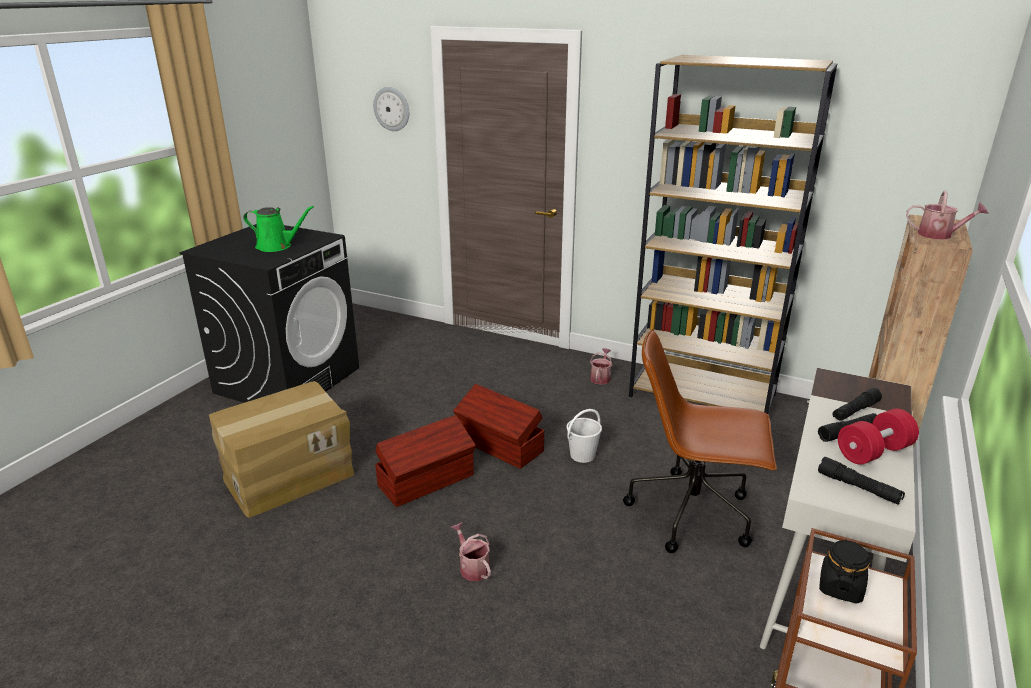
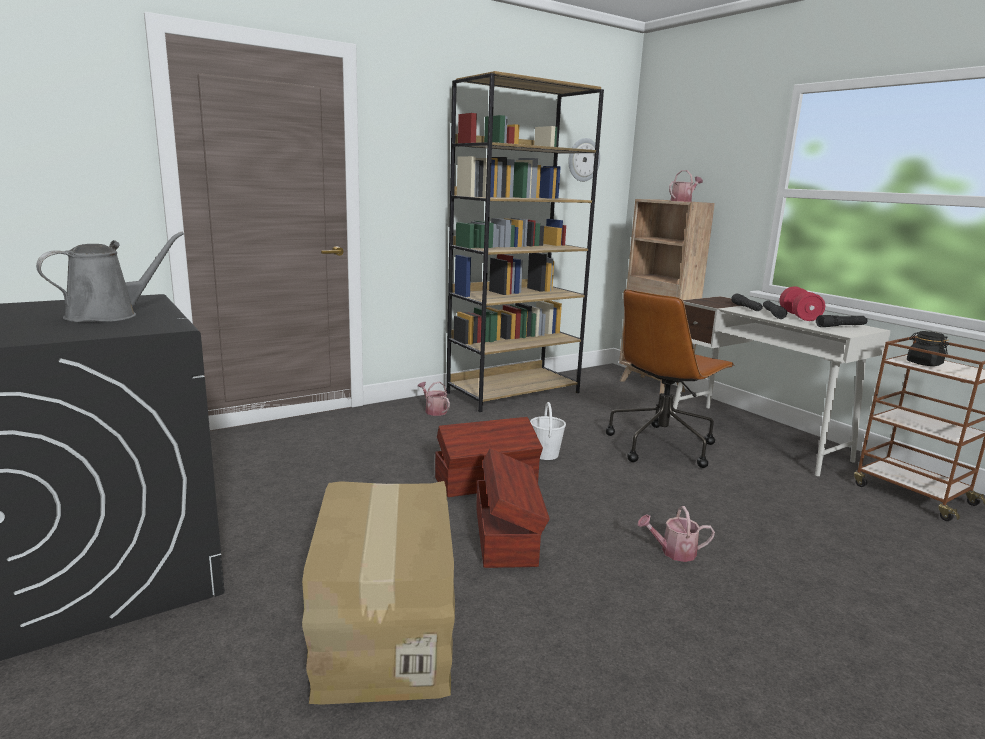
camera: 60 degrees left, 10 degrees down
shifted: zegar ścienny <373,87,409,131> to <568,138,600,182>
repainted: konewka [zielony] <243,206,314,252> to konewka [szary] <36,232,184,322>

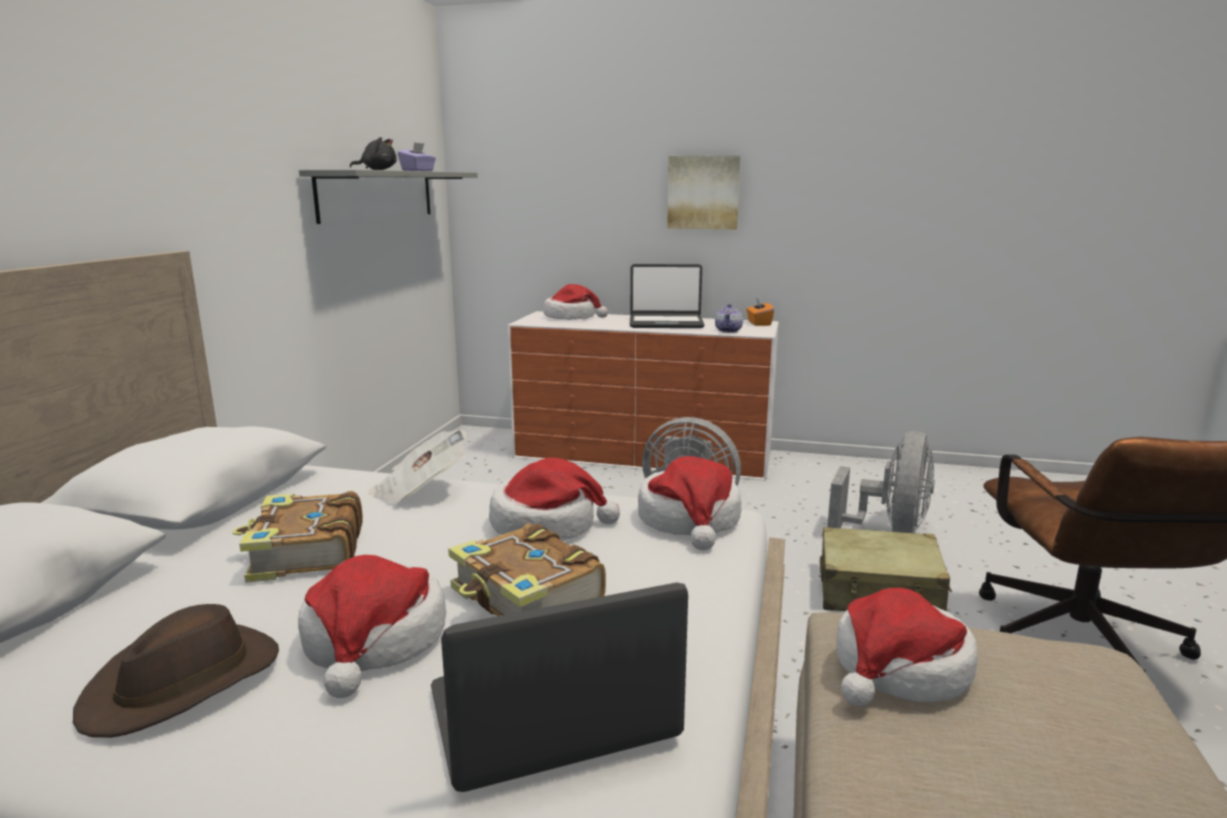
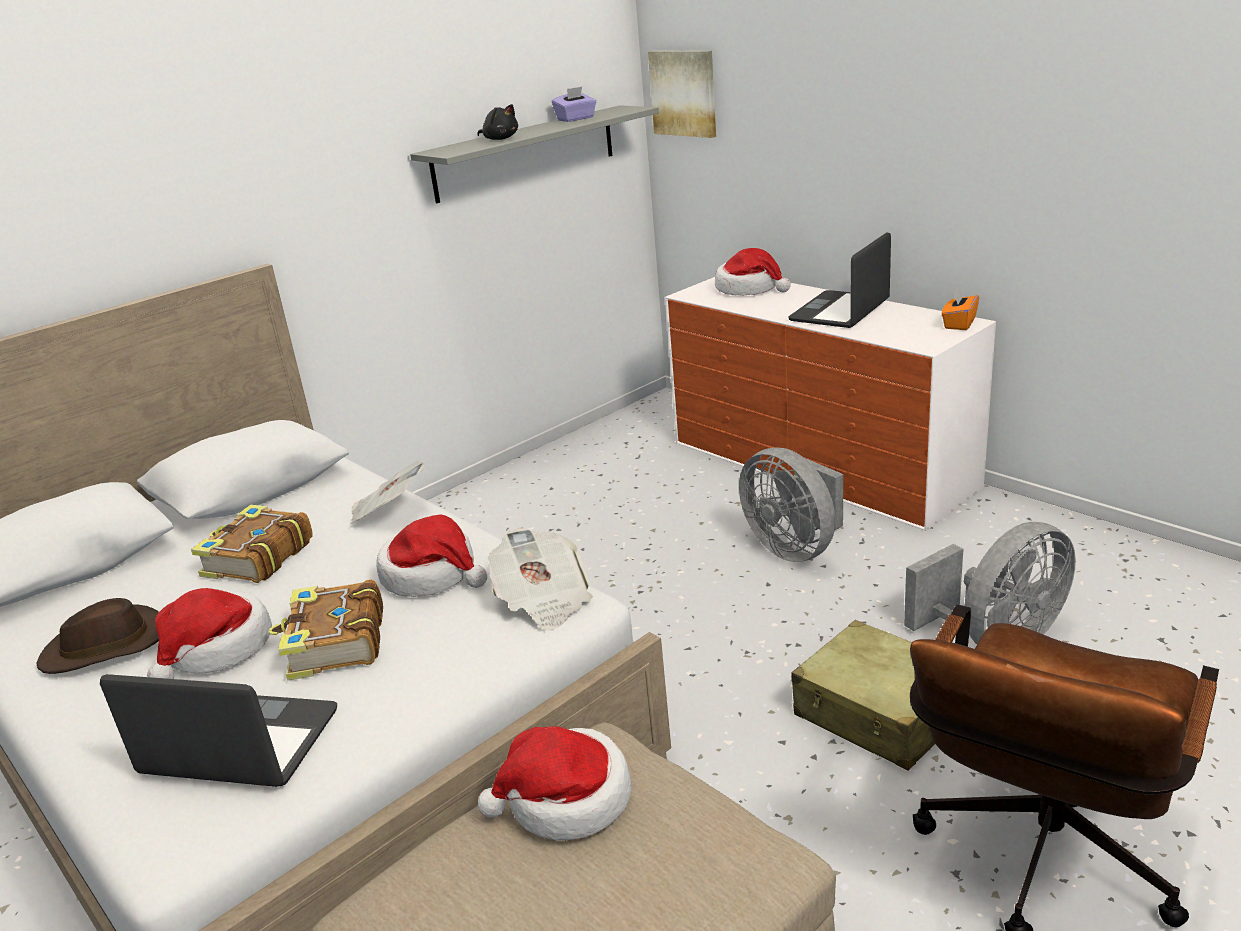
camera: 35 degrees right, 10 degrees up
gone: imbryk <715,304,743,333>
shifted: obraz <667,155,740,229> to <648,51,716,138>
swapped: kapelusz <638,456,741,550> to gazeta <488,528,593,631>
rotated: laptop <630,264,705,328> = <788,232,891,328> 90 degrees clockwise

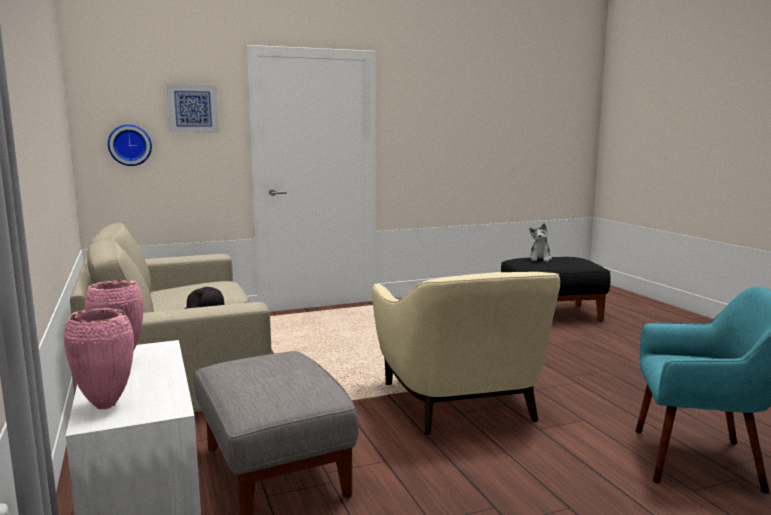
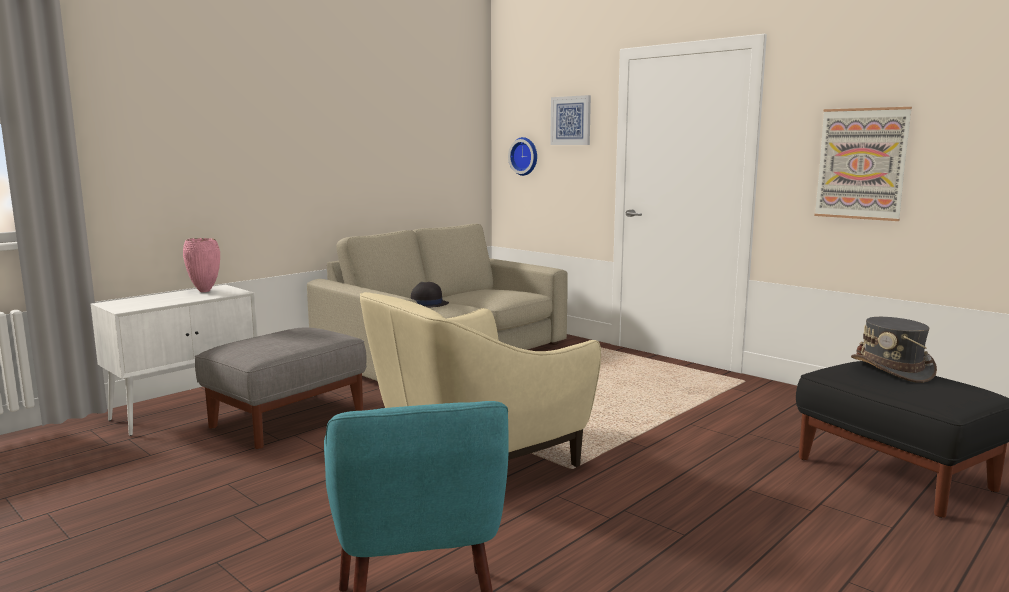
camera: 65 degrees right, 0 degrees up
gone: wazon [różowy] <64,308,134,409>
new: obraz <814,107,912,221>
swapped: pluszak <528,223,552,262> to kapelusz [szary] <851,317,937,383>

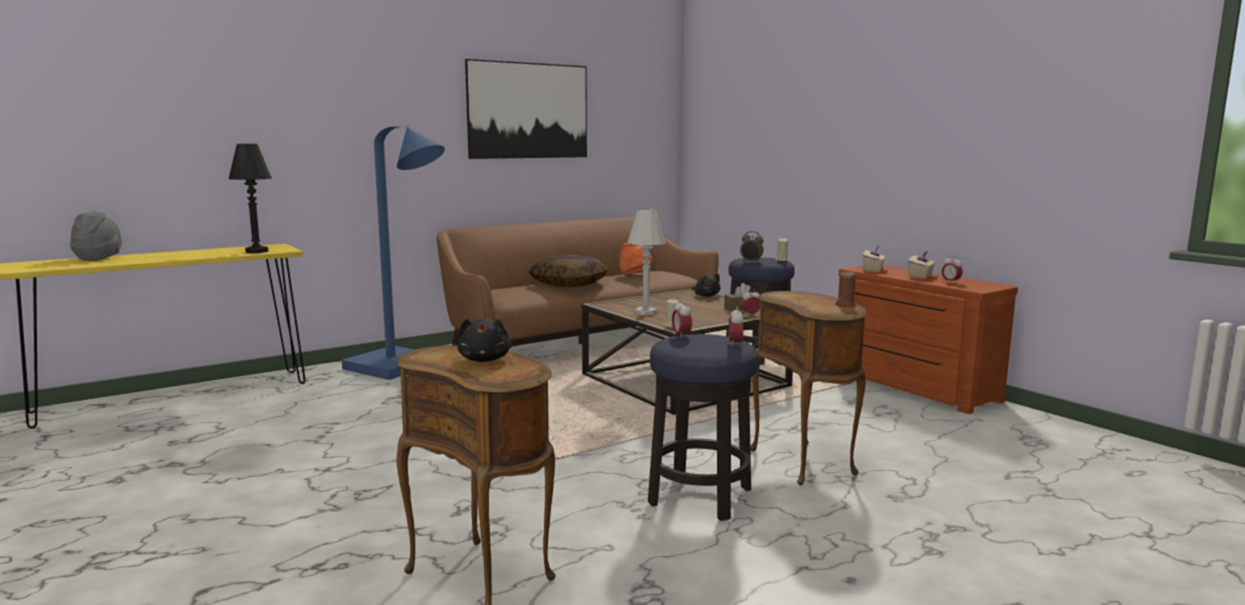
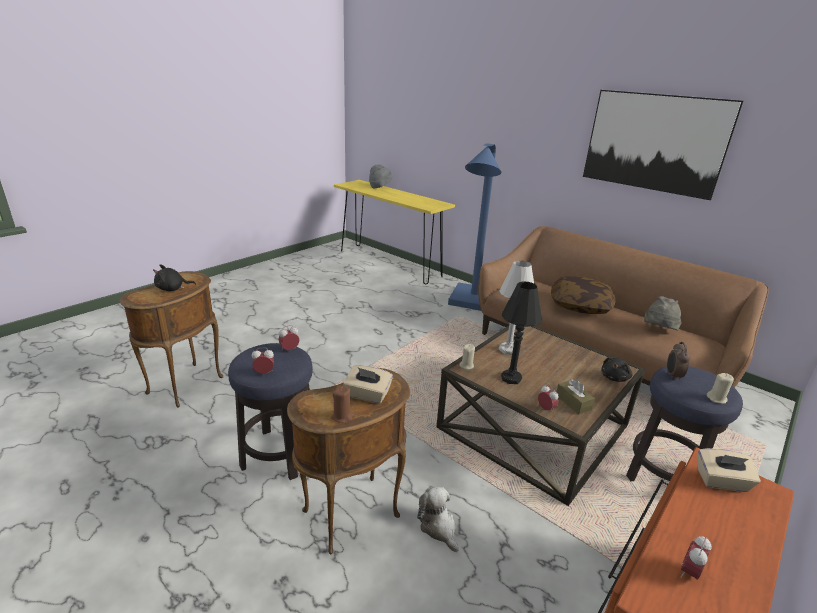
camera: 75 degrees right, 15 degrees up
new: pluszak <417,487,459,552>
shifted: lampa stołowa [czarny] <229,144,272,253> to <501,281,543,384>; pudełko chusteczek [beżowy] <908,251,935,279> to <344,365,393,404>
repainted: kapelusz [pomarańczowy] <619,243,653,275> to kapelusz [szary] <644,296,682,330>

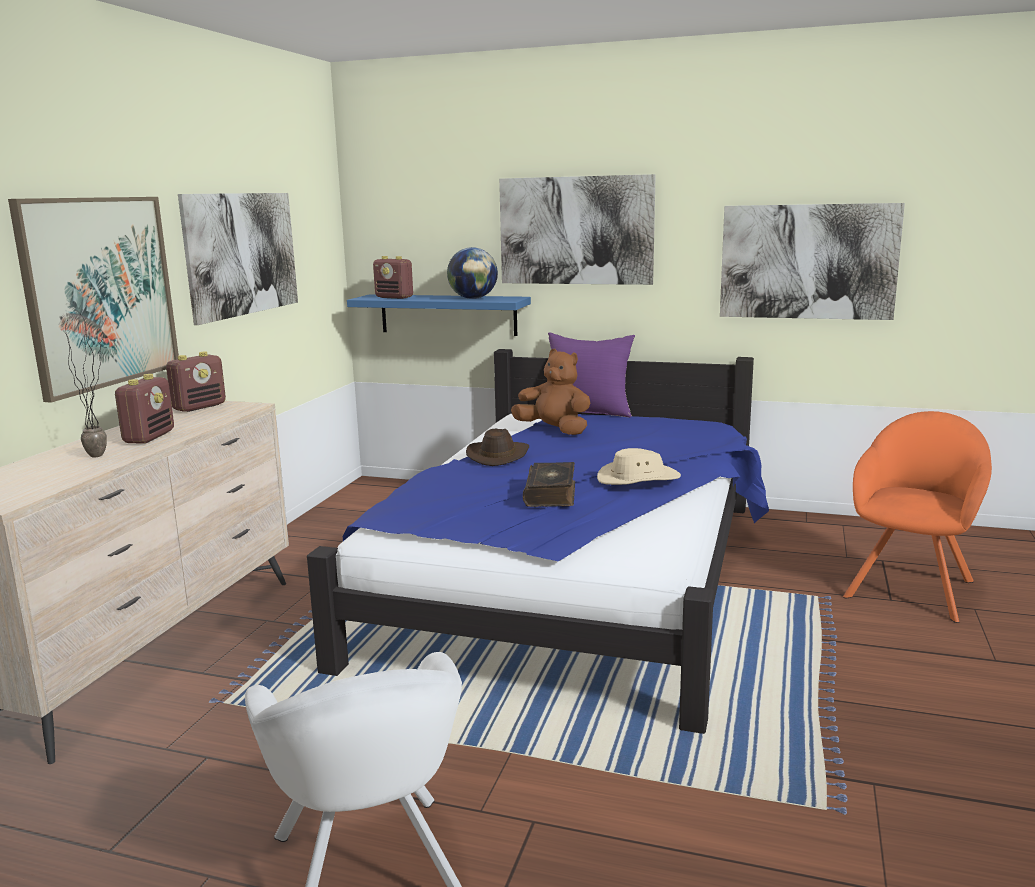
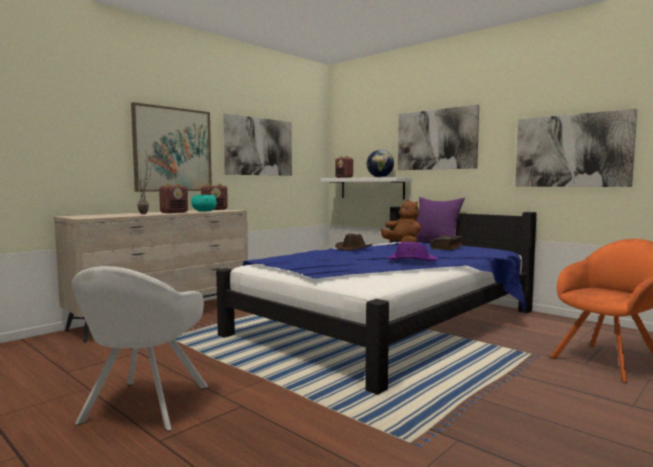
camera: 25 degrees right, 10 degrees down
new: miska [turkusowy] <191,195,217,212>
shifted: książka <523,462,575,507> to <430,236,463,250>
repainted: półka [niebieski] <347,294,531,336> to półka [biały] <321,177,412,200>; kapelusz [beżowy] <597,448,681,485> to kapelusz [fioletowy] <387,242,439,261>

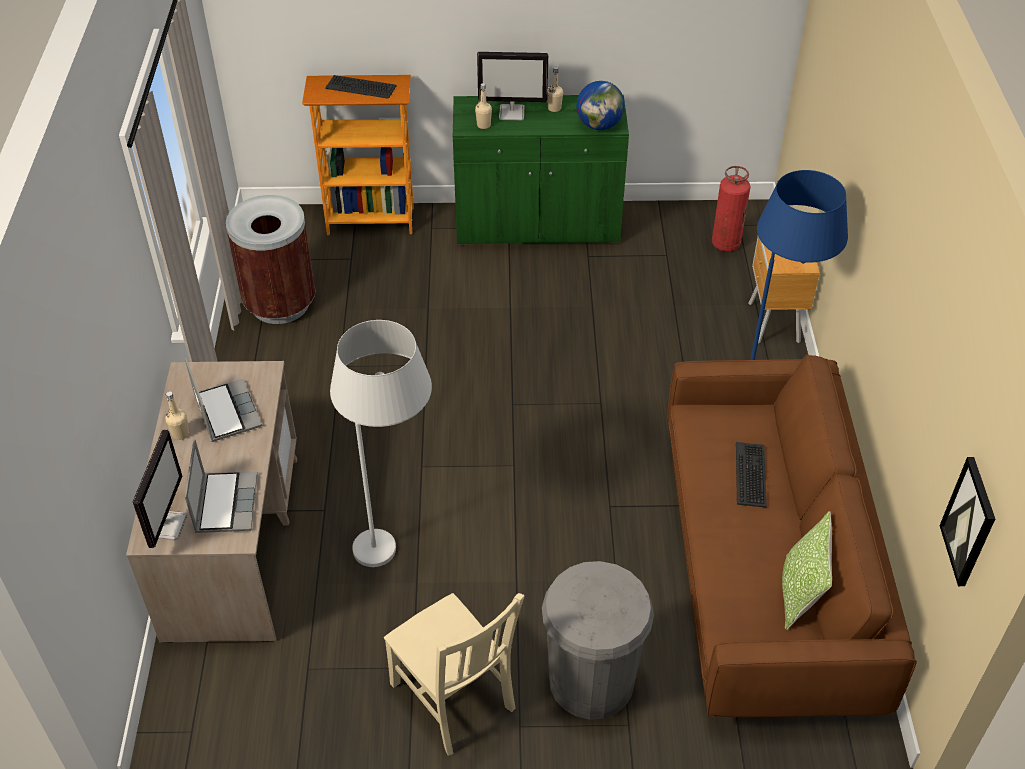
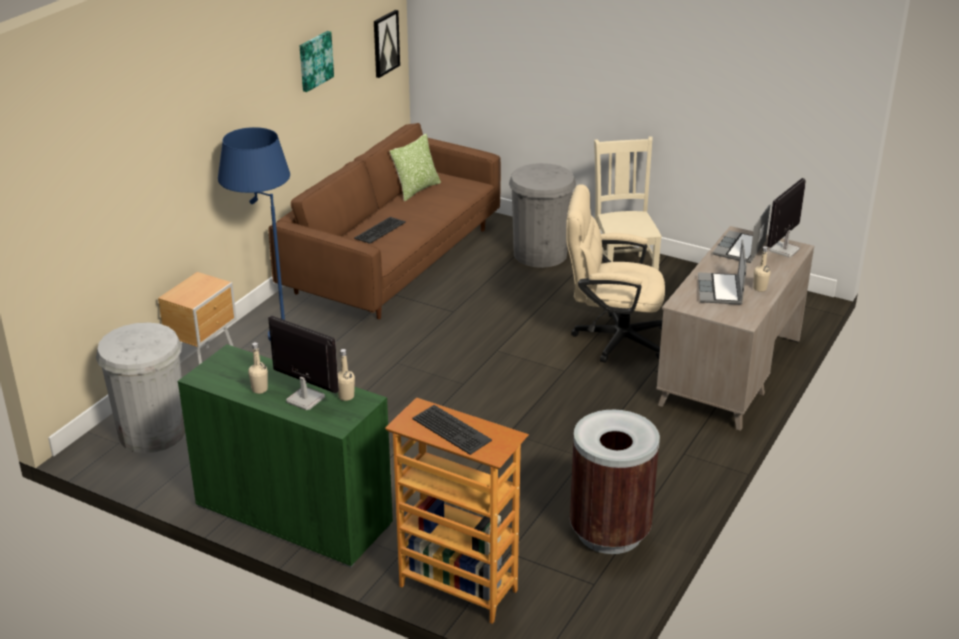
camera: 150 degrees left, 15 degrees down
gone: globus <576,81,625,130>
new: obraz <299,31,334,92>
swapped: lampa stojąca [biały] <330,320,432,567> to krzesło biurowe [beżowy] <566,184,665,363>; gaśnica <712,166,751,252> to kosz na śmieci [biały] <96,322,186,453>

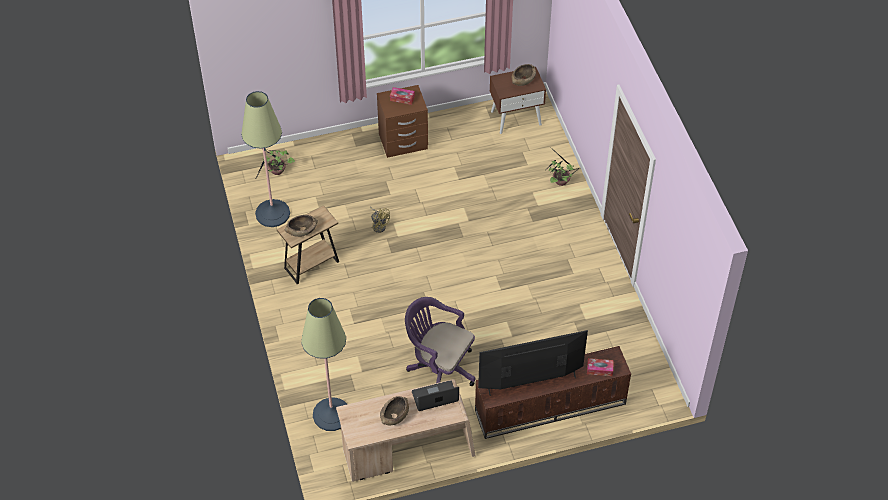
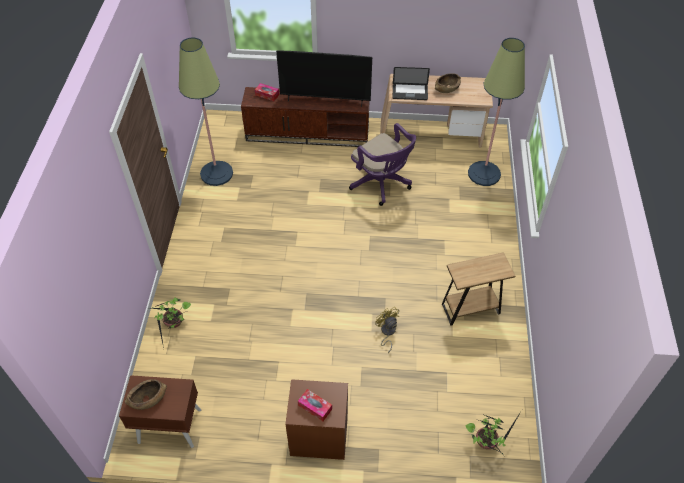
camera: 160 degrees left, 0 degrees up
gone: miska [brązowy] <285,215,318,237>
shifted: lampa stojąca <241,91,290,227> to <179,37,233,186>

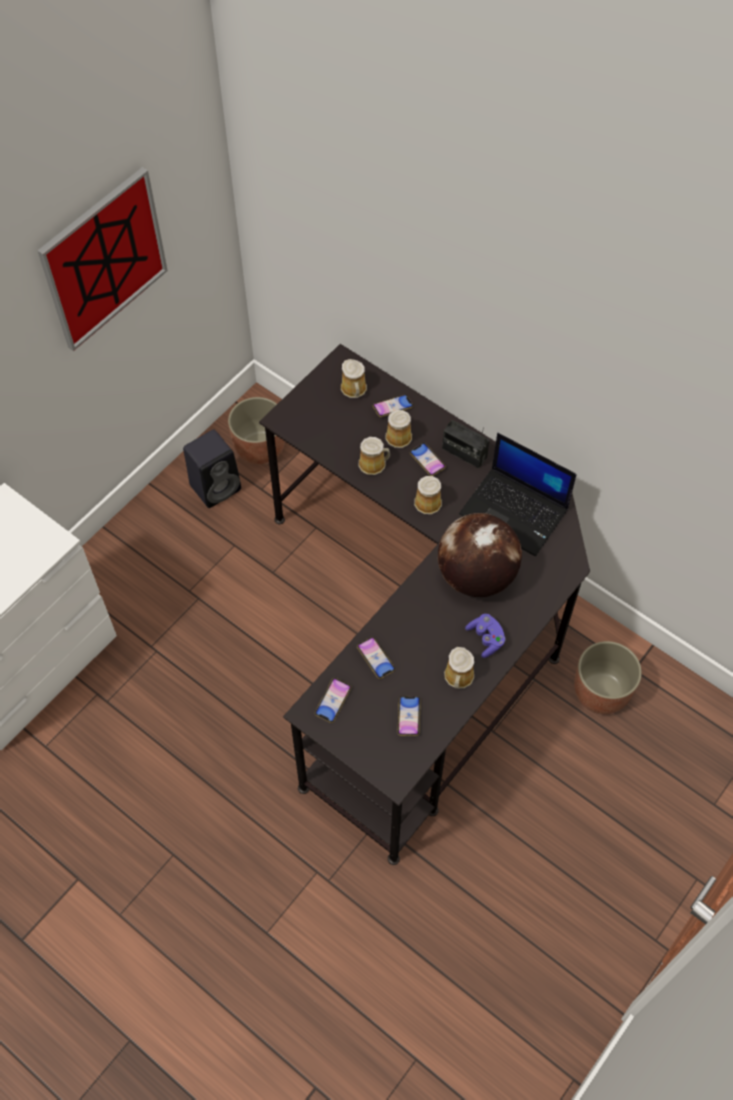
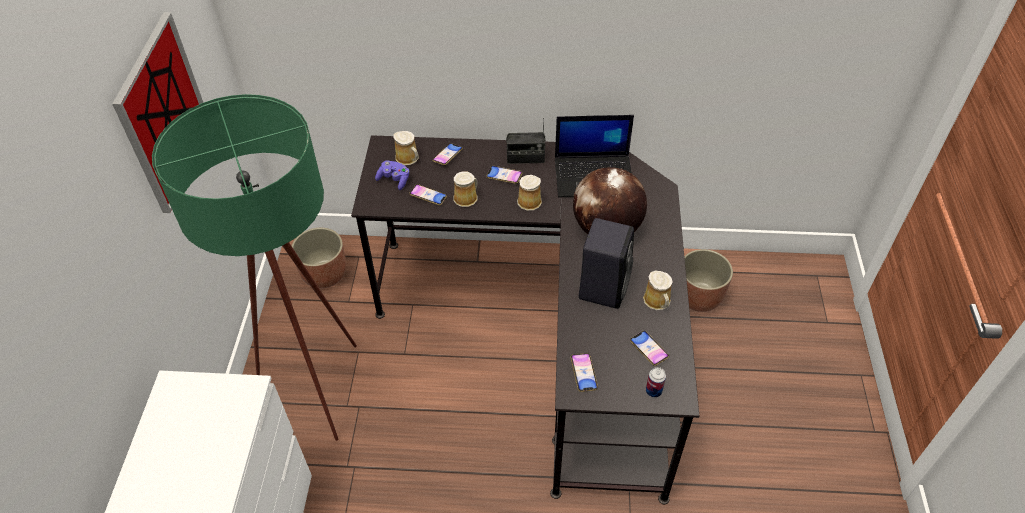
camera: 35 degrees left, 10 degrees down
gone: kubek <386,410,412,448>
new: lampa stojąca [zielony] <152,94,357,441>; puszka <646,367,666,398>
shifted: głośnik [czarny] <183,430,241,508> to <579,218,634,309>; telefon <357,637,395,679> to <409,184,447,205>; pad do gier [fioletowy] <465,614,506,658> to <375,161,409,190>

